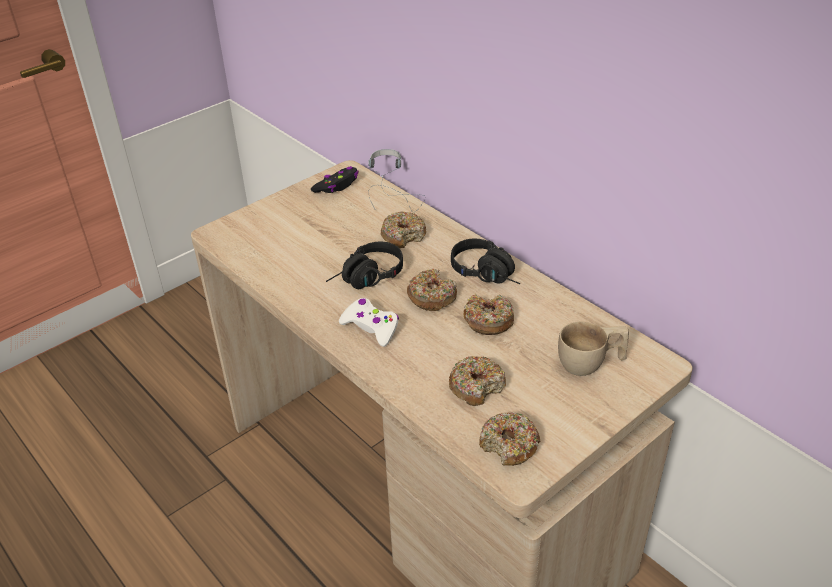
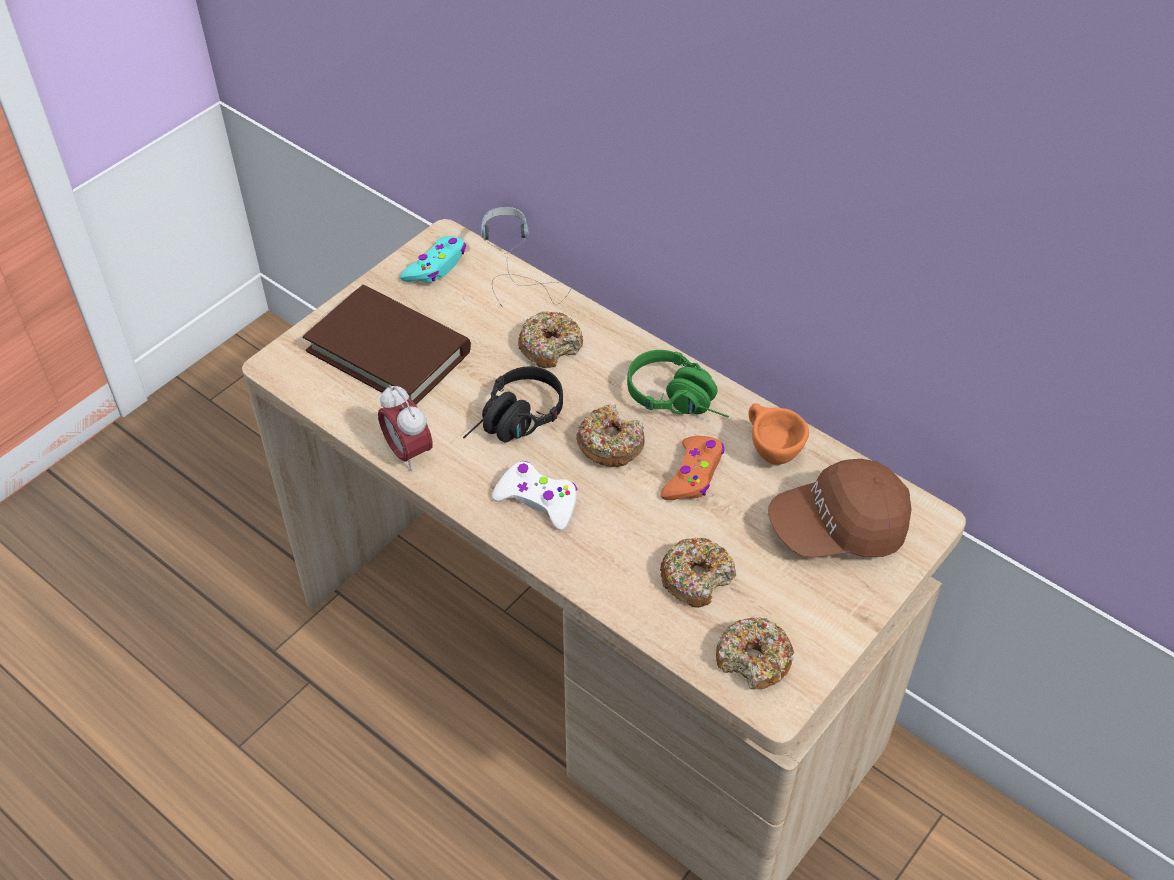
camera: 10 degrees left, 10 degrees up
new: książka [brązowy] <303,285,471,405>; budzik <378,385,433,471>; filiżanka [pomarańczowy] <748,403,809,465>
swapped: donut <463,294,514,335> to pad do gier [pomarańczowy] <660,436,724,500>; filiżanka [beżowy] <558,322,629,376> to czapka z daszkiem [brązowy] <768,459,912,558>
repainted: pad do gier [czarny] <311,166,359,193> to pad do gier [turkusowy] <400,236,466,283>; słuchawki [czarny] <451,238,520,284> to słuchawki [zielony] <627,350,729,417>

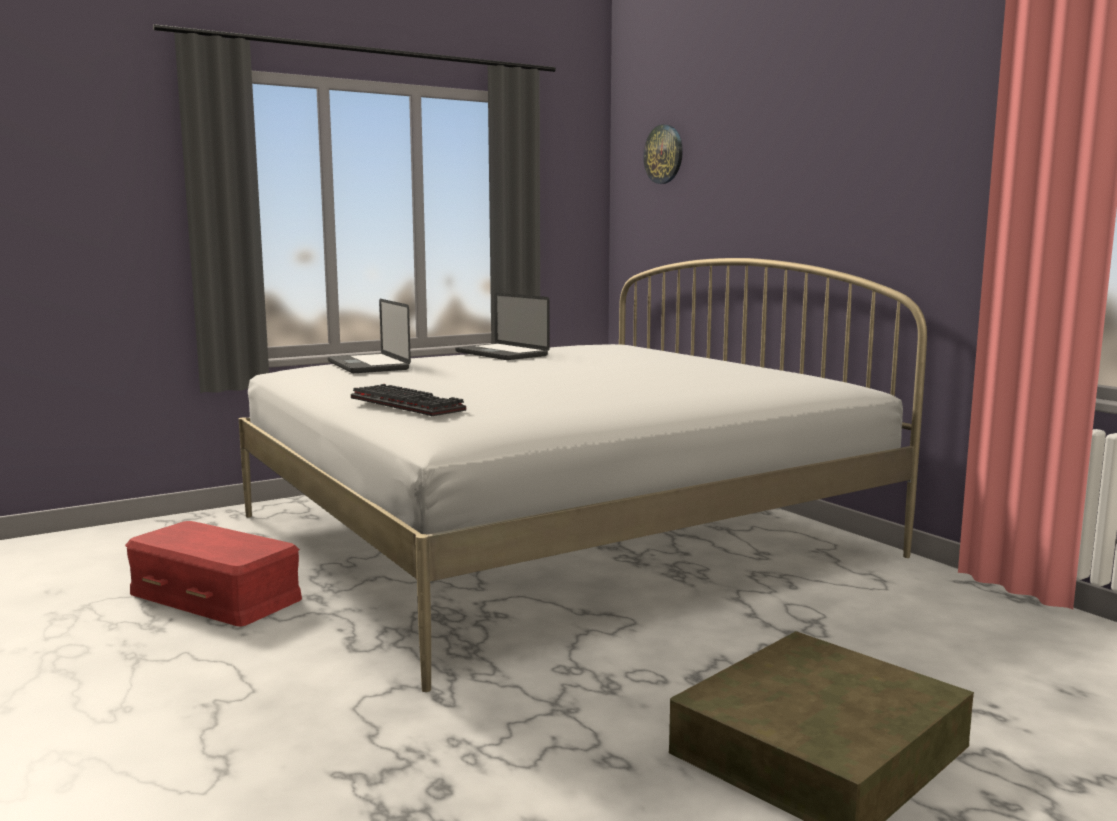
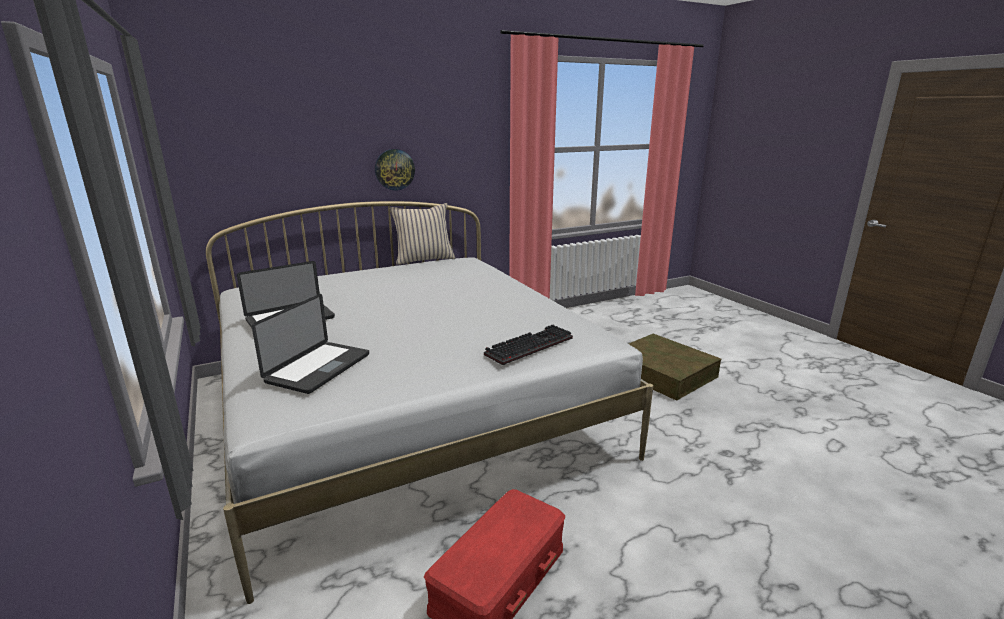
camera: 85 degrees left, 10 degrees up
new: poduszka [beżowy] <390,203,455,265>
shifted: zegar ścienny <643,124,683,184> to <375,149,415,191>
rotated: laptop <328,299,411,373> = <252,294,369,394> 45 degrees counterclockwise

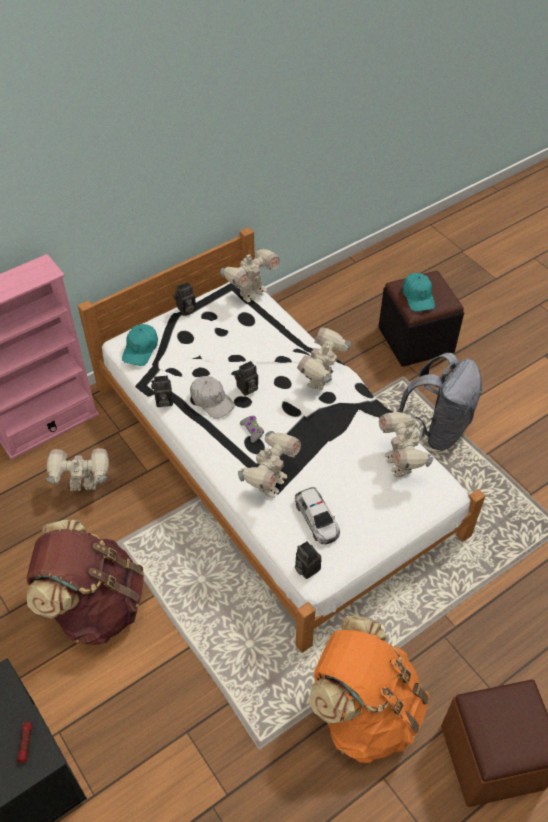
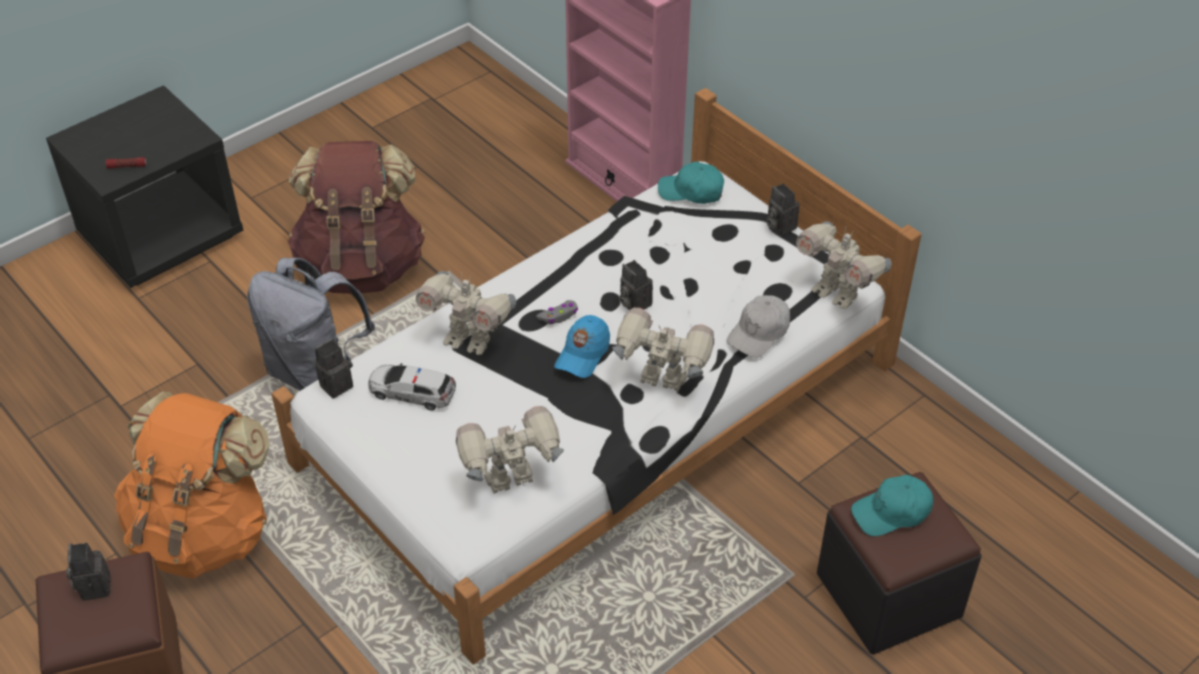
camera: 85 degrees right, 5 degrees down
gone: robot zabawkowy <47,448,109,491>
new: czapka z daszkiem [niebieski] <554,315,610,378>
shifted: aparat fotograficzny <151,375,173,407> to <66,543,111,601>; czapka z daszkiem [biały] <190,376,235,419> to <727,295,790,358>; plecak [szary] <397,353,482,450> to <247,258,375,391>
rotated: samochodzik <295,487,340,544> = <368,363,456,411> 45 degrees clockwise

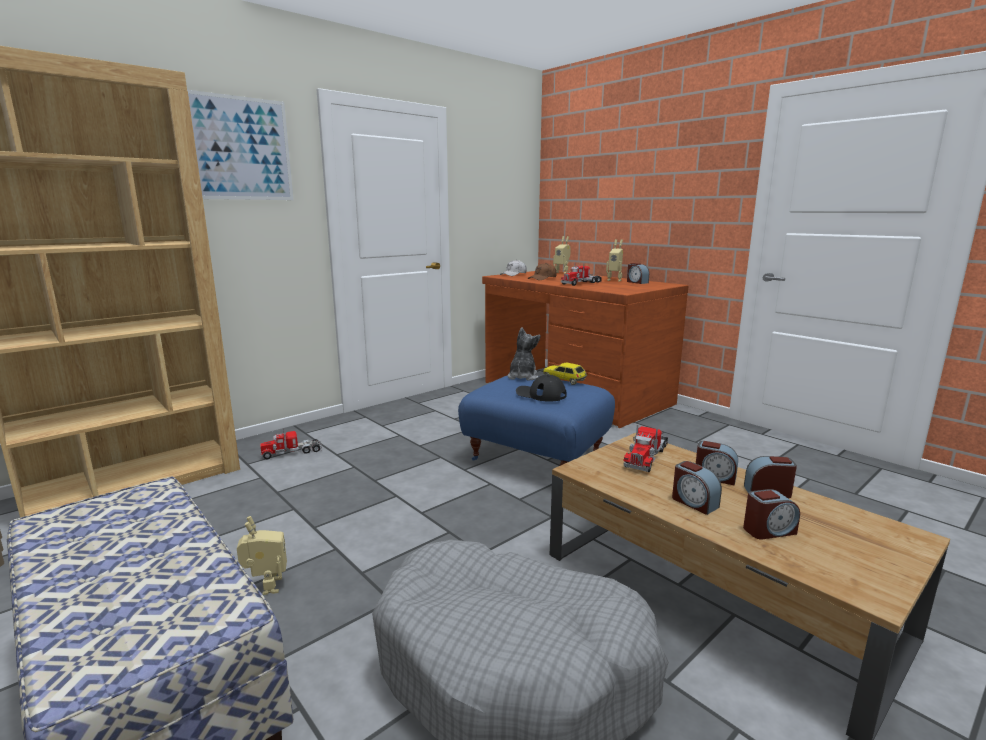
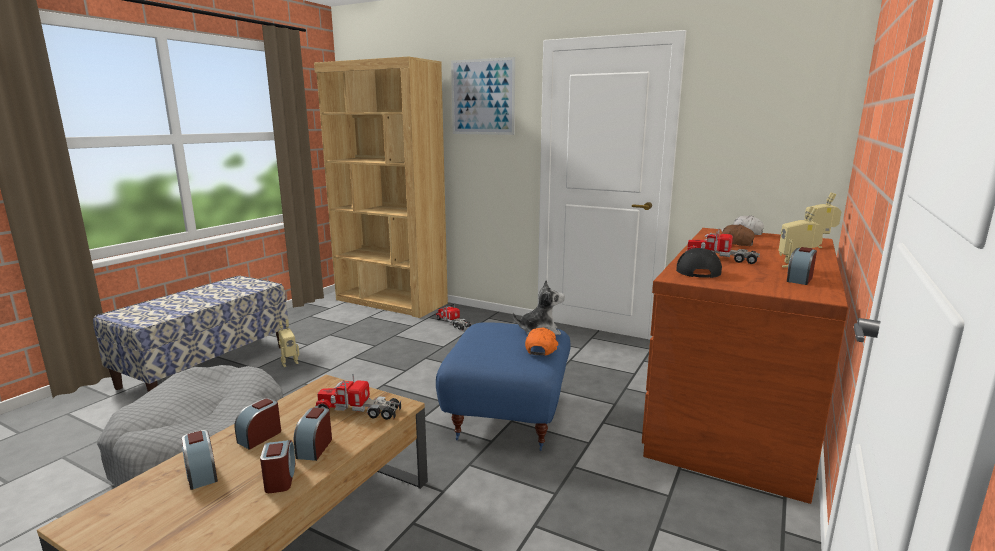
camera: 70 degrees right, 0 degrees up
shifted: czapka z daszkiem [czarny] <516,375,566,402> to <676,248,722,278>
swapped: samochodzik <543,362,587,385> to czapka z daszkiem [pomarańczowy] <525,328,559,355>

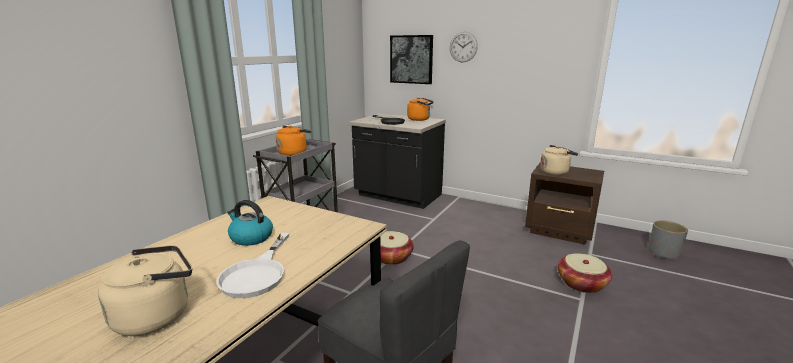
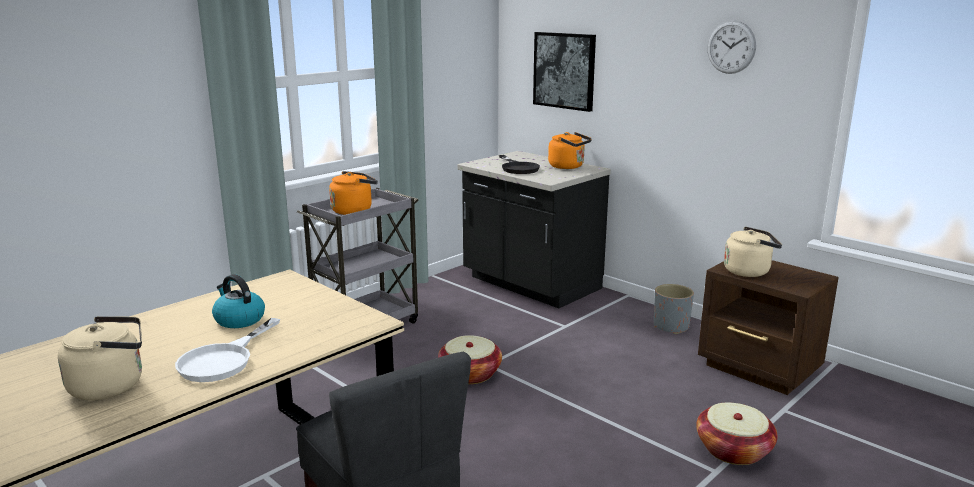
camera: 15 degrees right, 0 degrees up
shifted: zegar ścienny <450,32,478,62> to <707,20,756,74>; donica [szary] <649,220,688,260> to <654,284,694,334>

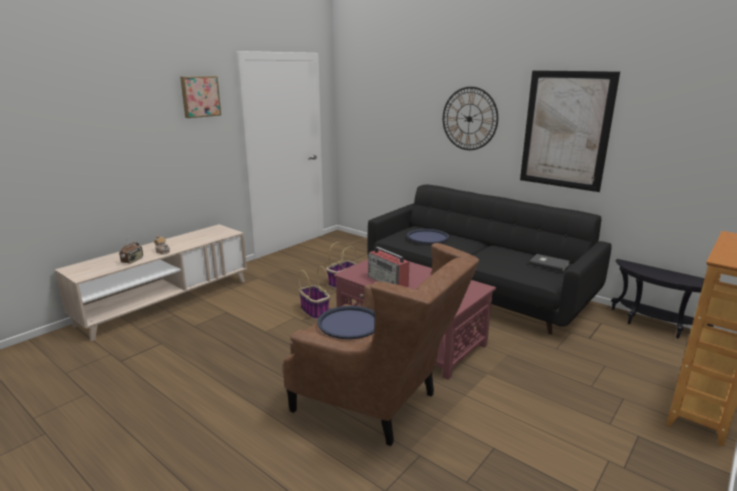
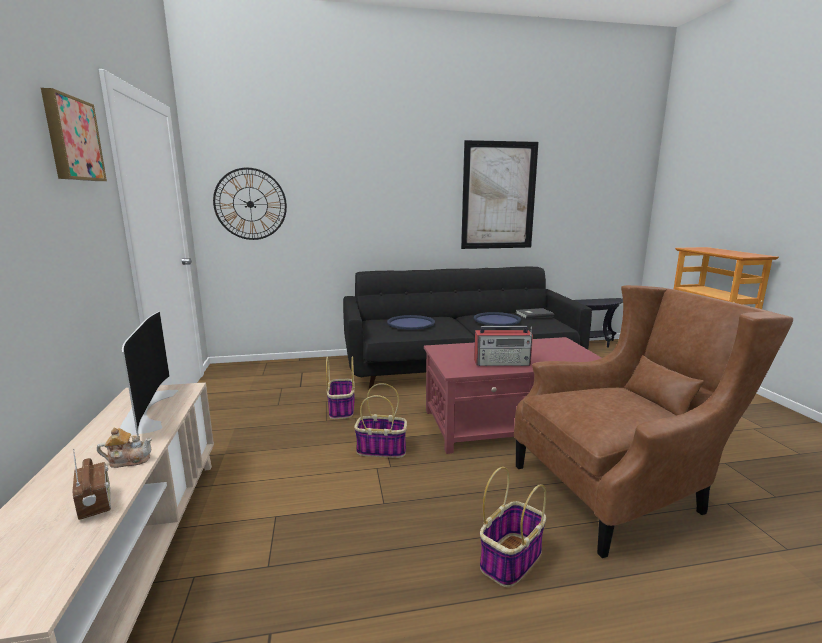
camera: 50 degrees left, 5 degrees down
new: telewizor <120,311,179,436>; koszyk <480,467,546,587>
shifted: taca [niebieski] <317,306,375,339> to <474,312,521,326>; zegar ścienny <443,87,498,150> to <213,168,287,240>

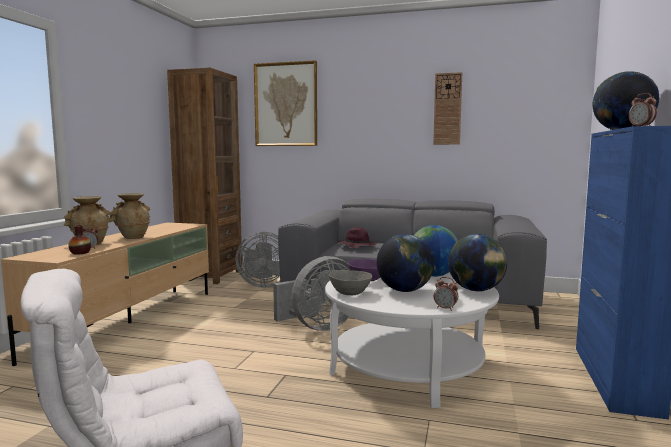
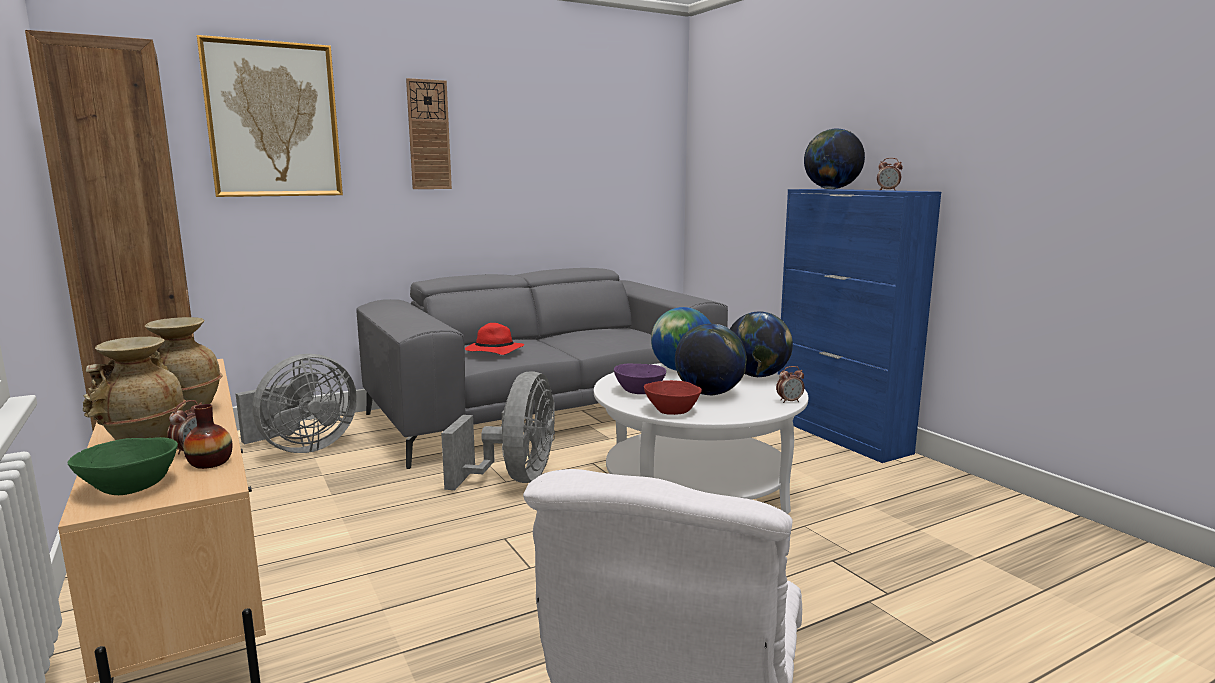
camera: 45 degrees left, 5 degrees up
new: miska [zielony] <68,437,178,495>
shifted: zegar ścienny <433,72,462,145> to <406,78,452,189>
repainted: miska [szary] <329,270,372,295> to miska [czerwony] <644,380,702,415>; kapelusz [fioletowy] <338,227,376,248> to kapelusz [czerwony] <465,323,524,355>

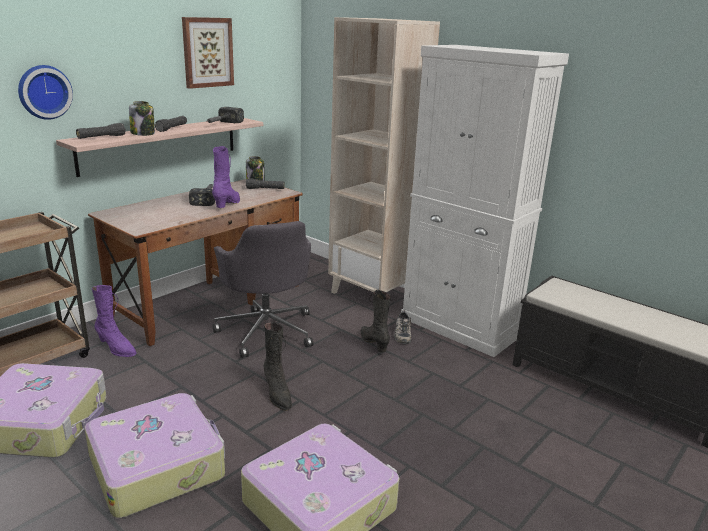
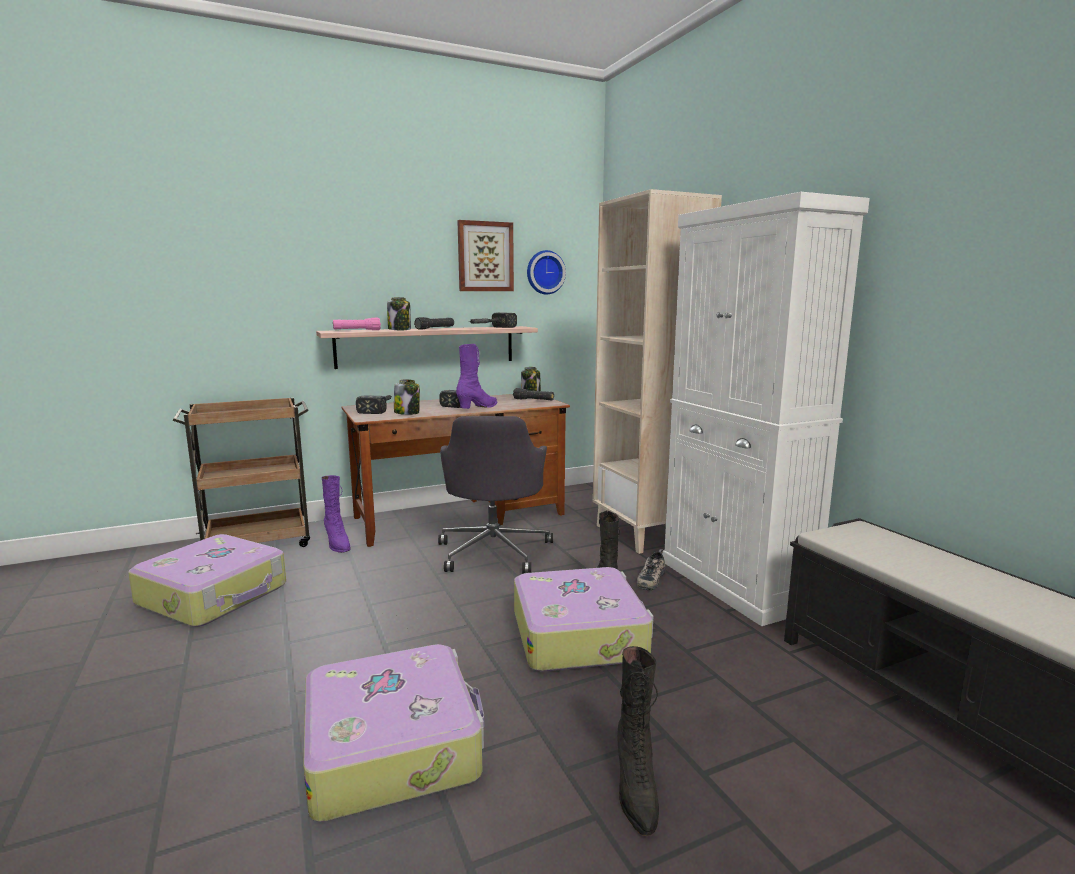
camera: 25 degrees right, 10 degrees down
new: młotek <356,395,392,414>; słoik <394,379,420,415>
shifted: zegar ścienny <18,65,73,120> to <527,250,566,295>; walizka <85,393,225,518> to <514,567,653,671>; but z cholewką [czarny] <264,322,292,411> to <617,646,659,836>
repainted: latarka [czarny] <76,123,126,139> to latarka [różowy] <333,318,381,330>

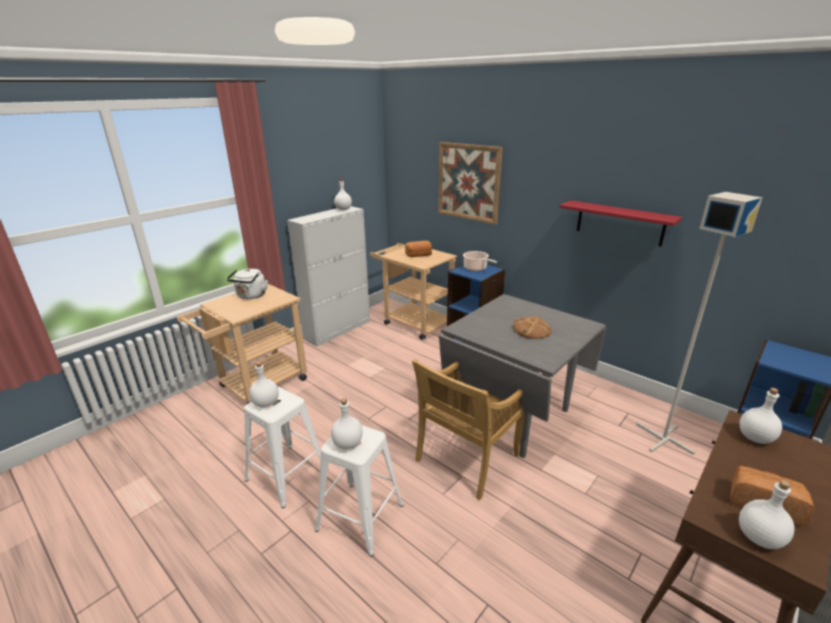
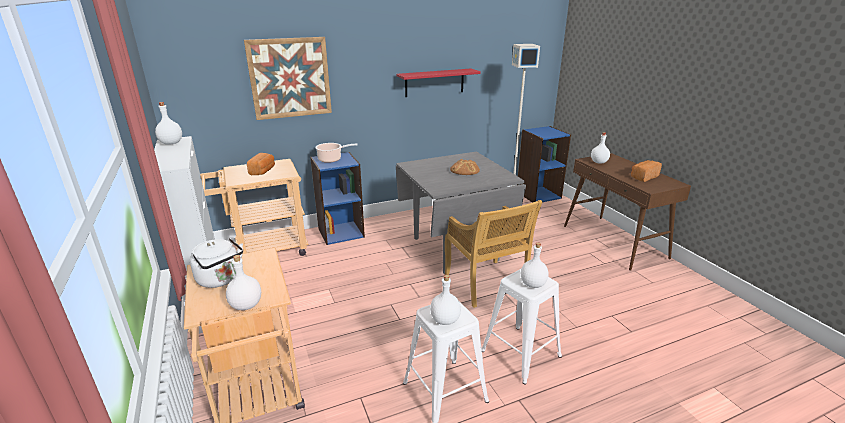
camera: 65 degrees left, 0 degrees up
shifted: butelka [biały] <739,480,794,549> to <226,255,261,310>

